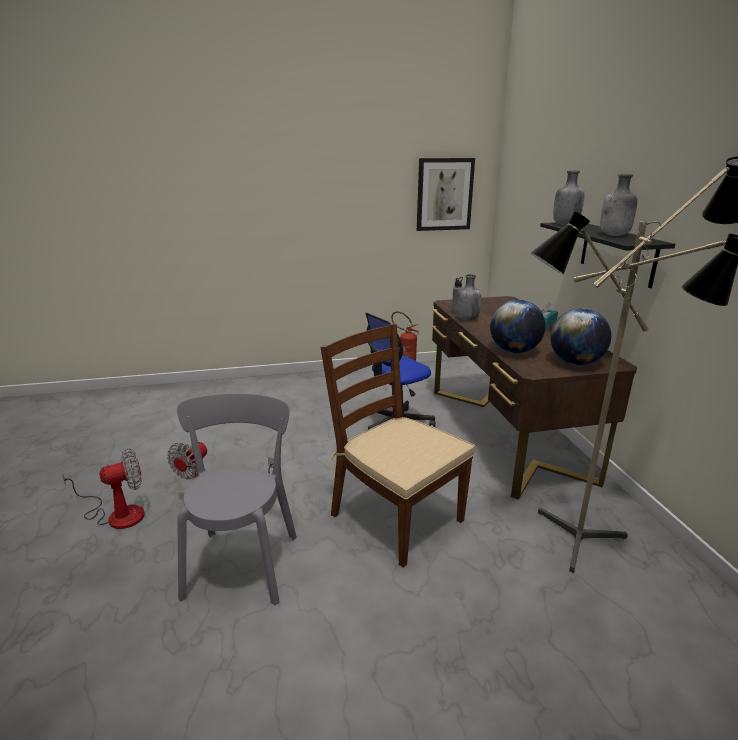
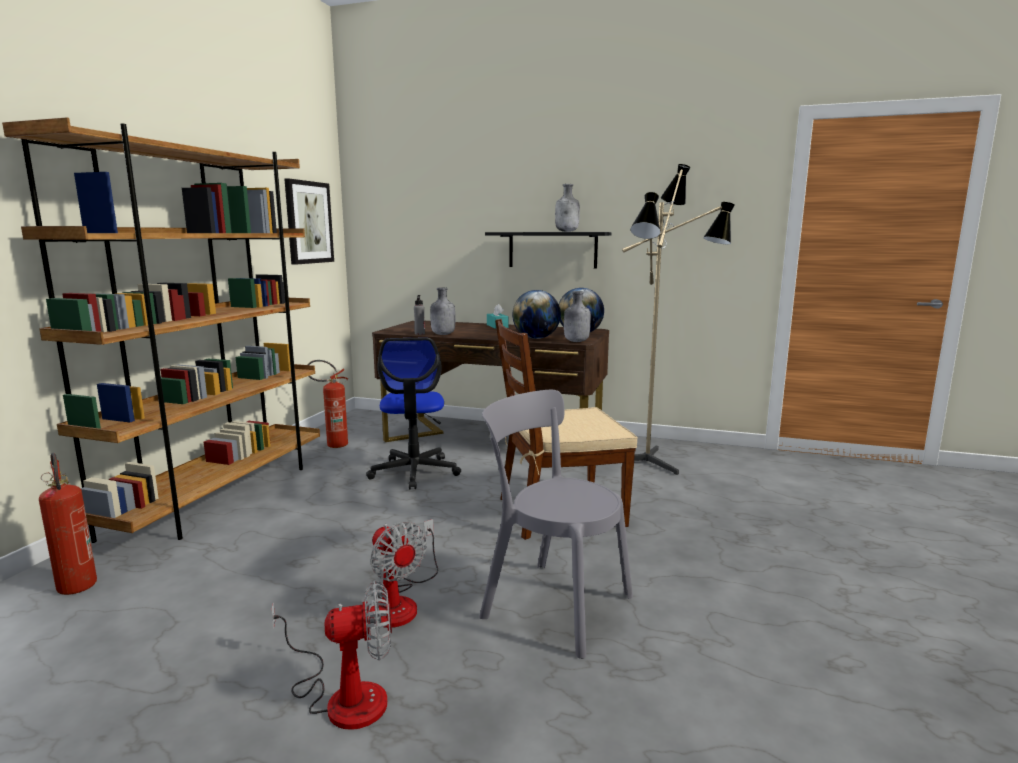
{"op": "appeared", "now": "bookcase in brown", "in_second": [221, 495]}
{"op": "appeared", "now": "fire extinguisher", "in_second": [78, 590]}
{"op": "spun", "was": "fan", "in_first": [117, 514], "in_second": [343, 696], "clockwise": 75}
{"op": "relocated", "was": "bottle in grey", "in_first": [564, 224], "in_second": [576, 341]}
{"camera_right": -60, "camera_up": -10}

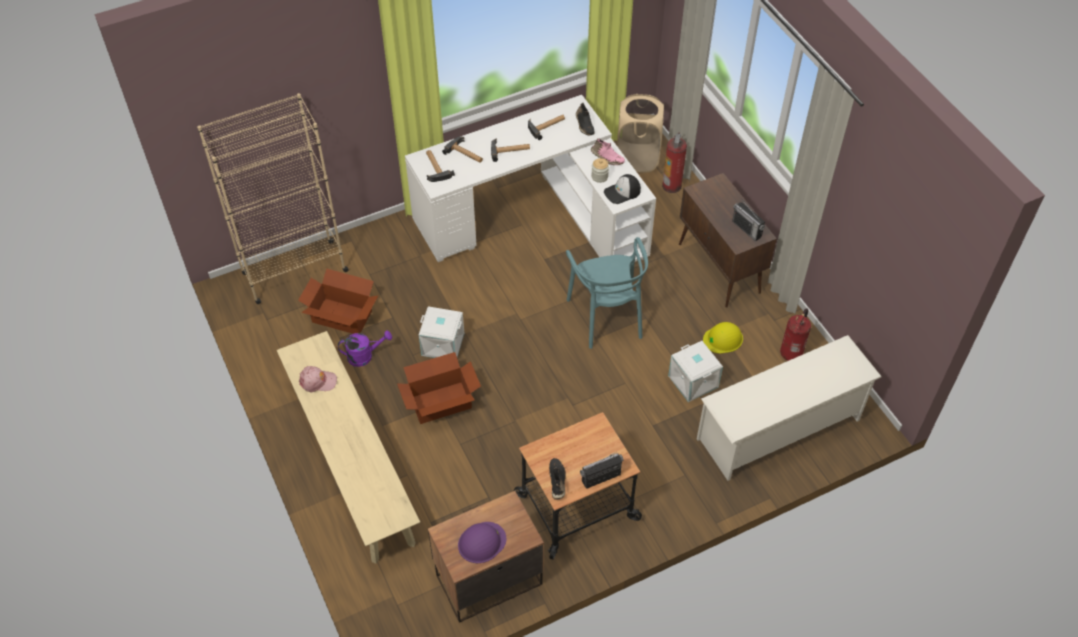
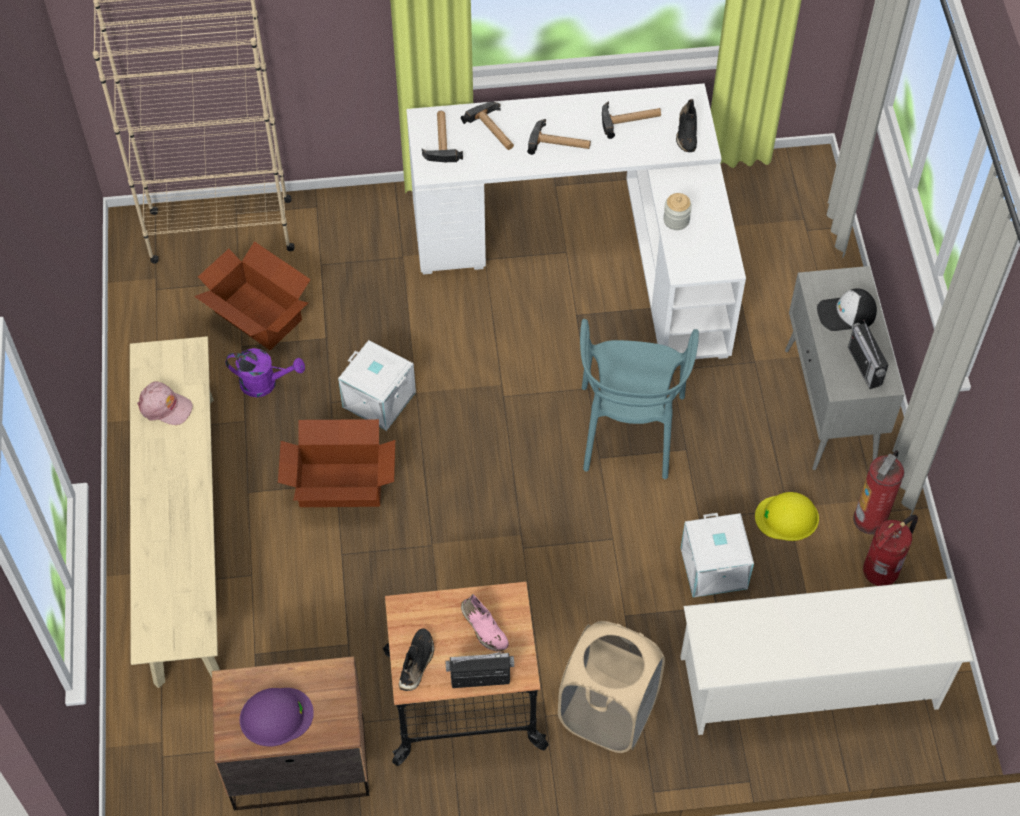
{"op": "relocated", "was": "shoe in pink", "in_first": [607, 158], "in_second": [483, 628]}
{"op": "relocated", "was": "laundry basket in beige", "in_first": [637, 158], "in_second": [607, 713]}
{"op": "colour", "was": "cabinet in brown", "now": "cabinet in grey", "in_first": [719, 269], "in_second": [830, 407]}
{"op": "relocated", "was": "cap", "in_first": [622, 192], "in_second": [846, 314]}
{"op": "relocated", "was": "fire extinguisher", "in_first": [672, 186], "in_second": [870, 520]}
{"camera_right": 20, "camera_up": 5}

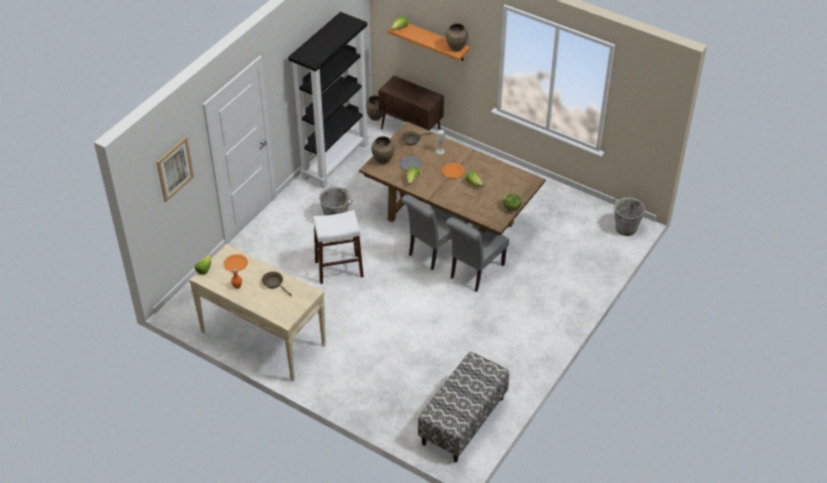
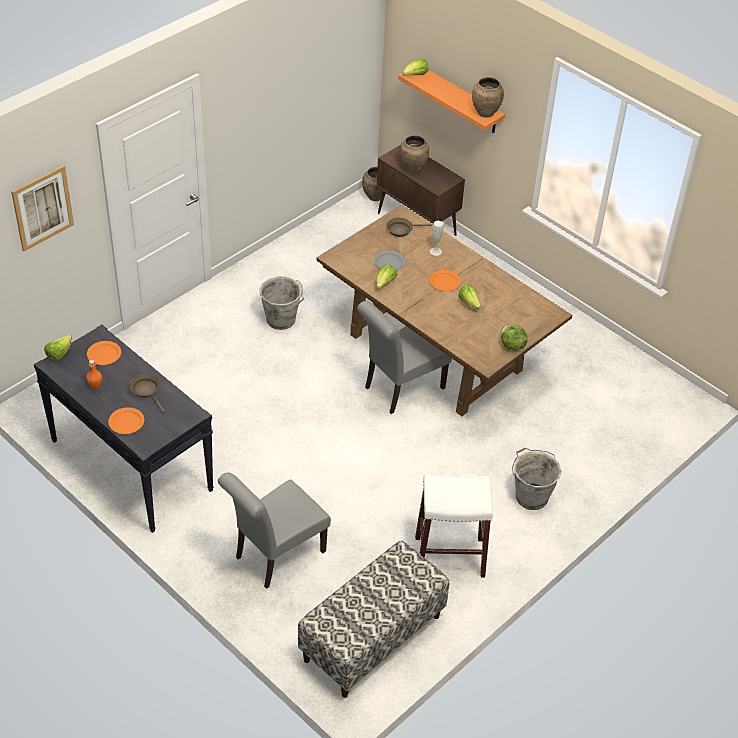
{"op": "colour", "was": "console table in beige", "now": "console table in black", "in_first": [262, 338], "in_second": [130, 465]}
{"op": "appeared", "now": "plate in orange", "in_second": [126, 422]}
{"op": "relocated", "was": "chair in grey", "in_first": [474, 273], "in_second": [275, 556]}
{"op": "relocated", "was": "vase in brown", "in_first": [383, 160], "in_second": [413, 168]}
{"op": "relocated", "was": "stool in white", "in_first": [339, 269], "in_second": [449, 556]}
{"op": "relocated", "was": "bucket in grey", "in_first": [625, 228], "in_second": [531, 496]}
{"op": "missing", "was": "bookcase in black", "in_first": [335, 160]}
{"camera_right": 10, "camera_up": 0}

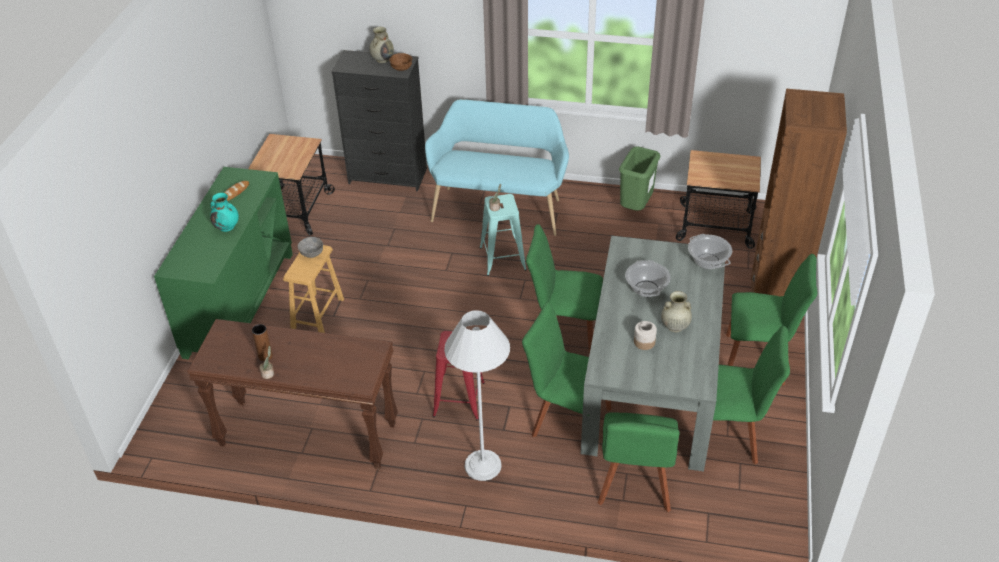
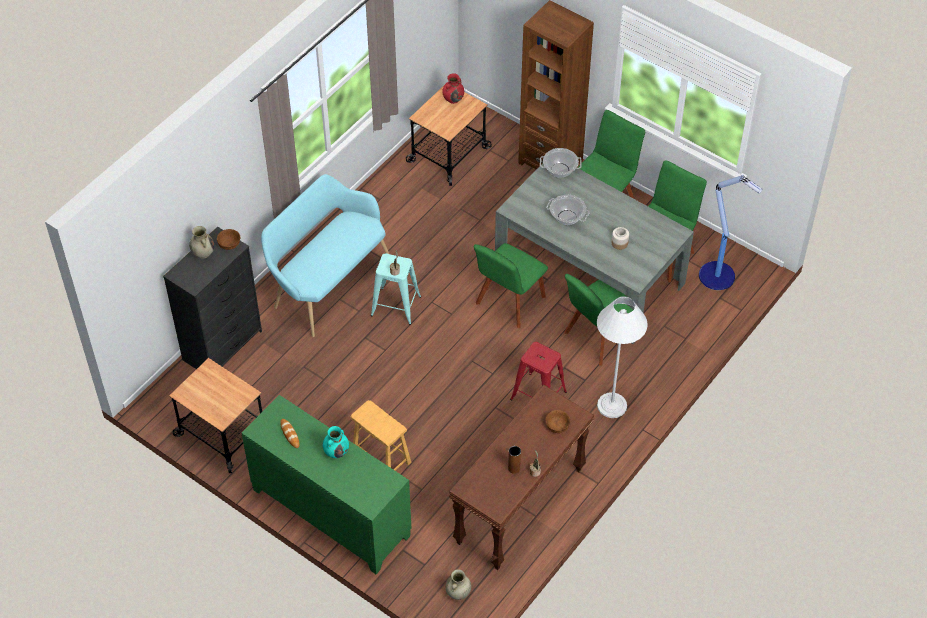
{"op": "appeared", "now": "vase in red", "in_second": [453, 99]}
{"op": "relocated", "was": "vase in beige", "in_first": [674, 326], "in_second": [458, 593]}
{"op": "appeared", "now": "bowl in brown", "in_second": [557, 426]}
{"op": "appeared", "now": "floor lamp", "in_second": [718, 276]}
{"op": "missing", "was": "bowl in grey", "in_first": [311, 253]}
{"op": "missing", "was": "chair in green", "in_first": [635, 486]}
{"op": "missing", "was": "trash can in green", "in_first": [635, 207]}
{"camera_right": -65, "camera_up": 10}

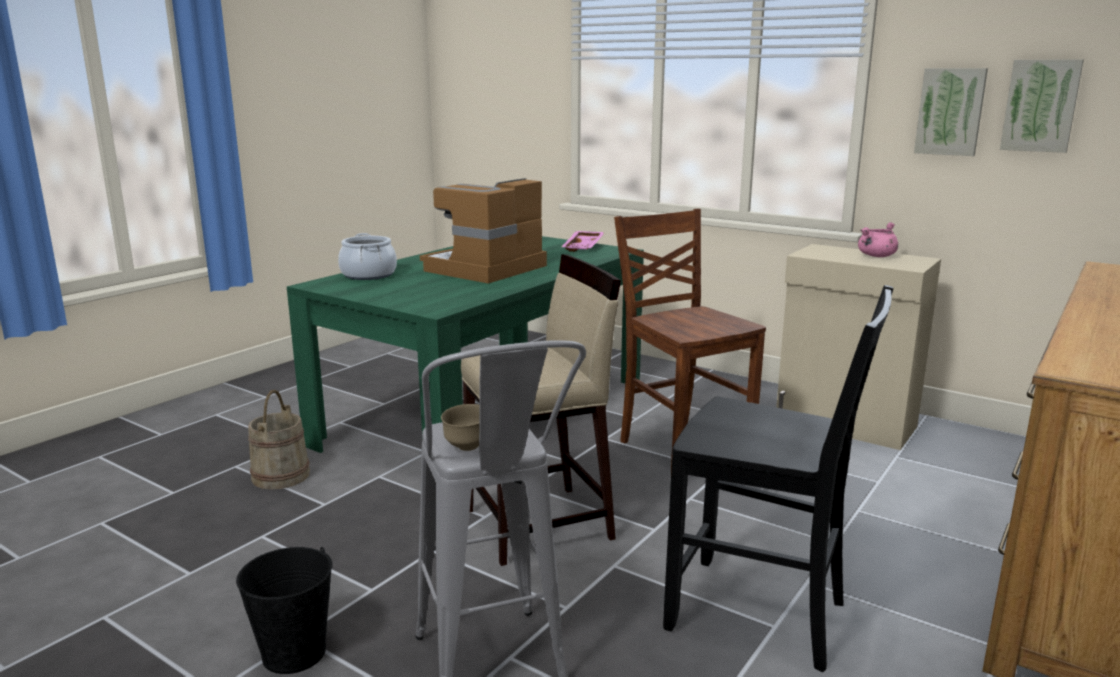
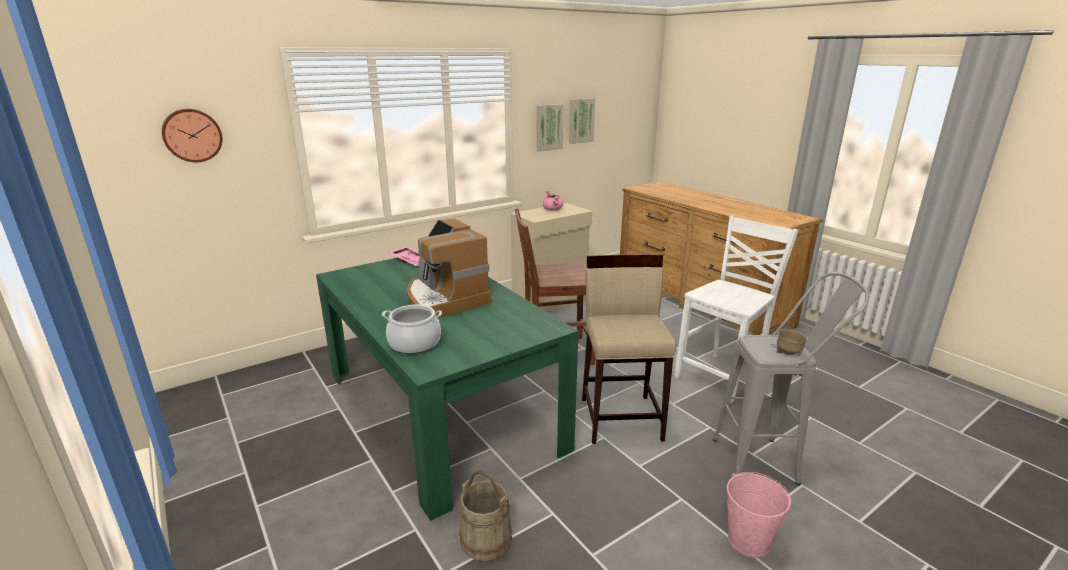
{"op": "appeared", "now": "wall clock", "in_second": [192, 135]}
{"op": "colour", "was": "chair in black", "now": "chair in white", "in_first": [760, 615], "in_second": [722, 376]}
{"op": "colour", "was": "bucket in black", "now": "bucket in pink", "in_first": [293, 653], "in_second": [748, 541]}
{"camera_right": -70, "camera_up": 5}

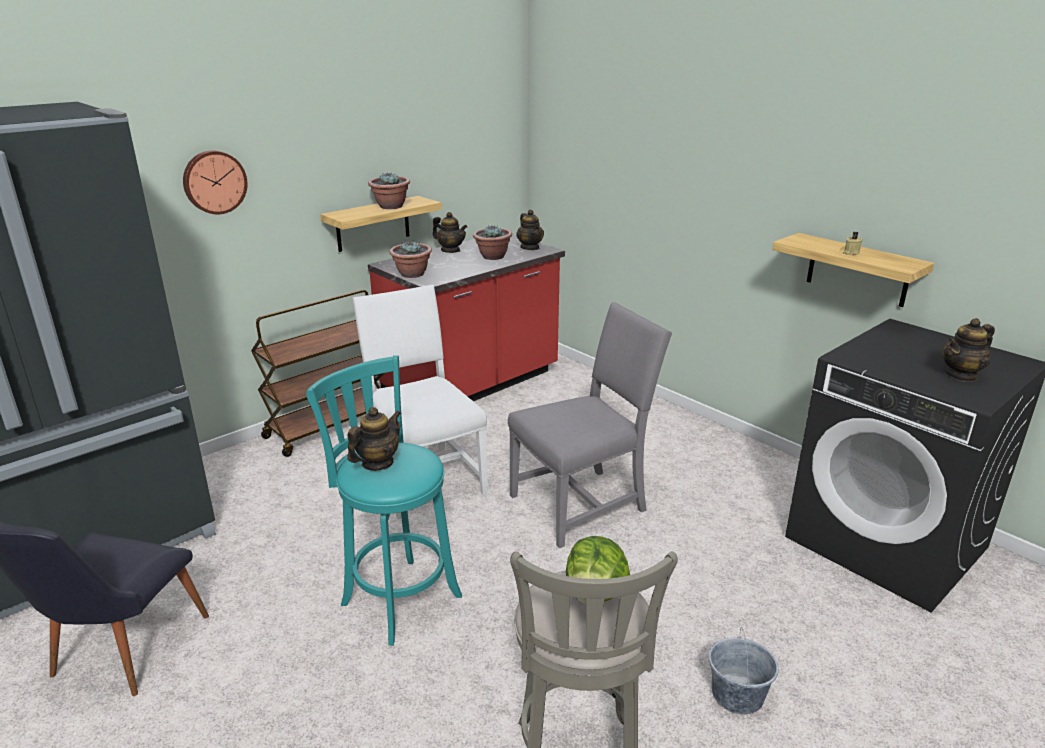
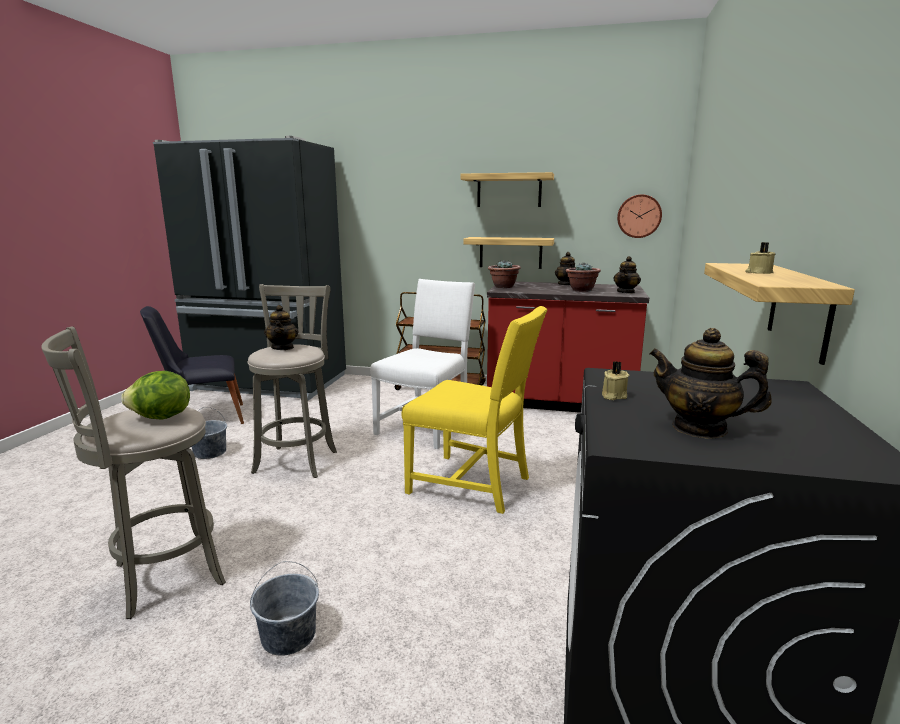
{"op": "appeared", "now": "bucket in grey", "in_second": [209, 453]}
{"op": "colour", "was": "stool in turquoise", "now": "stool in grey", "in_first": [397, 597], "in_second": [297, 460]}
{"op": "spun", "was": "teapot", "in_first": [377, 463], "in_second": [283, 348], "clockwise": 75}
{"op": "colour", "was": "chair in grey", "now": "chair in yellow", "in_first": [582, 503], "in_second": [473, 484]}
{"op": "appeared", "now": "shelf", "in_second": [509, 190]}
{"op": "appeared", "now": "candle in beige", "in_second": [613, 396]}
{"op": "relocated", "was": "wall clock", "in_first": [214, 182], "in_second": [639, 216]}
{"op": "missing", "was": "potted plant", "in_first": [391, 206]}
{"camera_right": 55, "camera_up": -10}

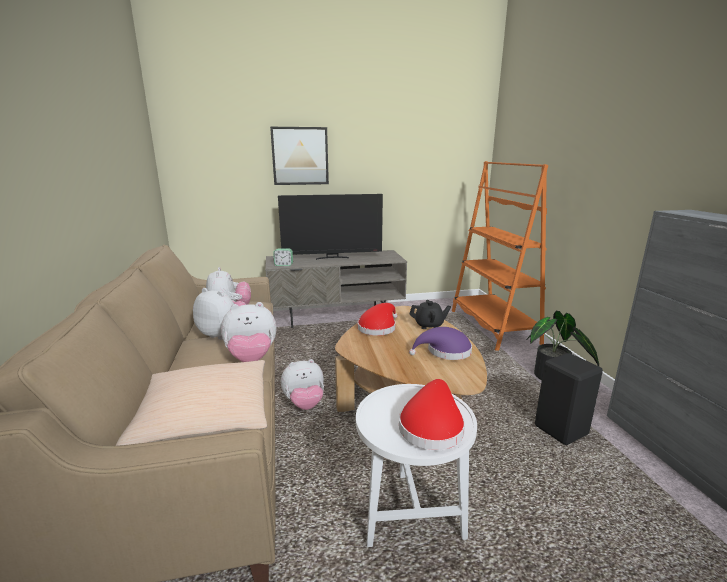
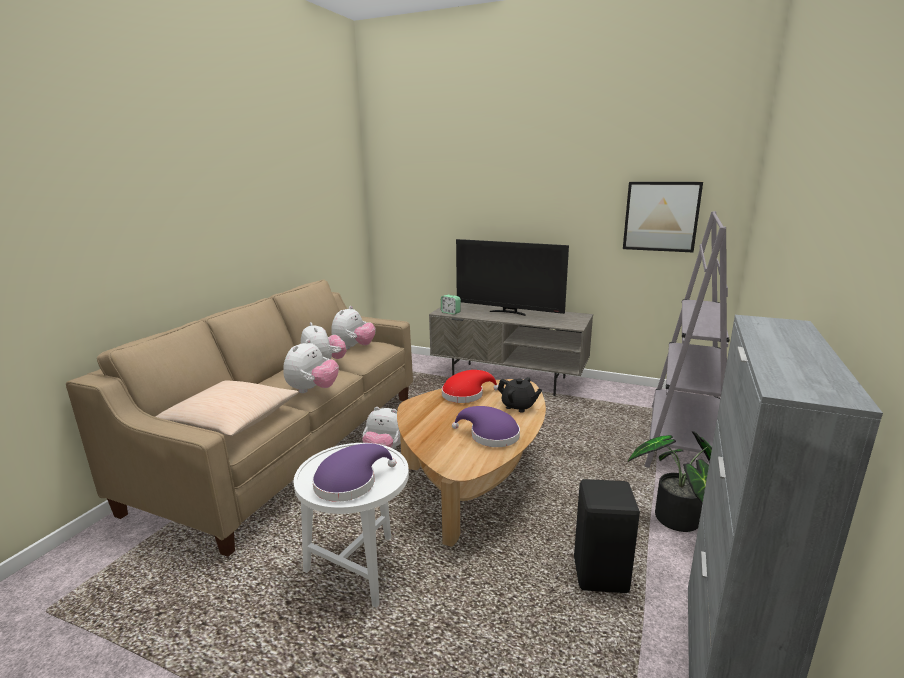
{"op": "spun", "was": "plush toy", "in_first": [251, 359], "in_second": [312, 390], "clockwise": -90}
{"op": "colour", "was": "hat in red", "now": "hat in purple", "in_first": [431, 426], "in_second": [350, 482]}
{"op": "relocated", "was": "picture", "in_first": [300, 156], "in_second": [661, 216]}
{"op": "colour", "was": "bookcase in orange", "now": "bookcase in grey", "in_first": [493, 326], "in_second": [684, 439]}
{"camera_right": 35, "camera_up": 0}

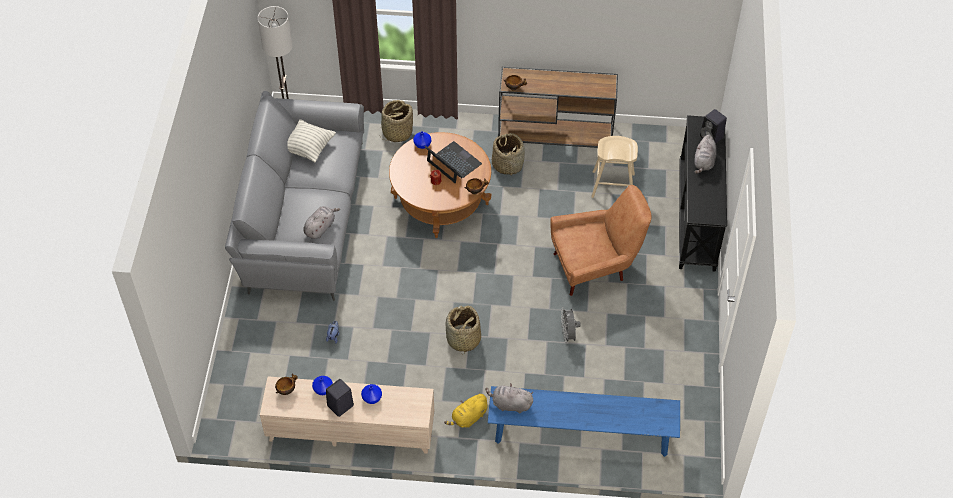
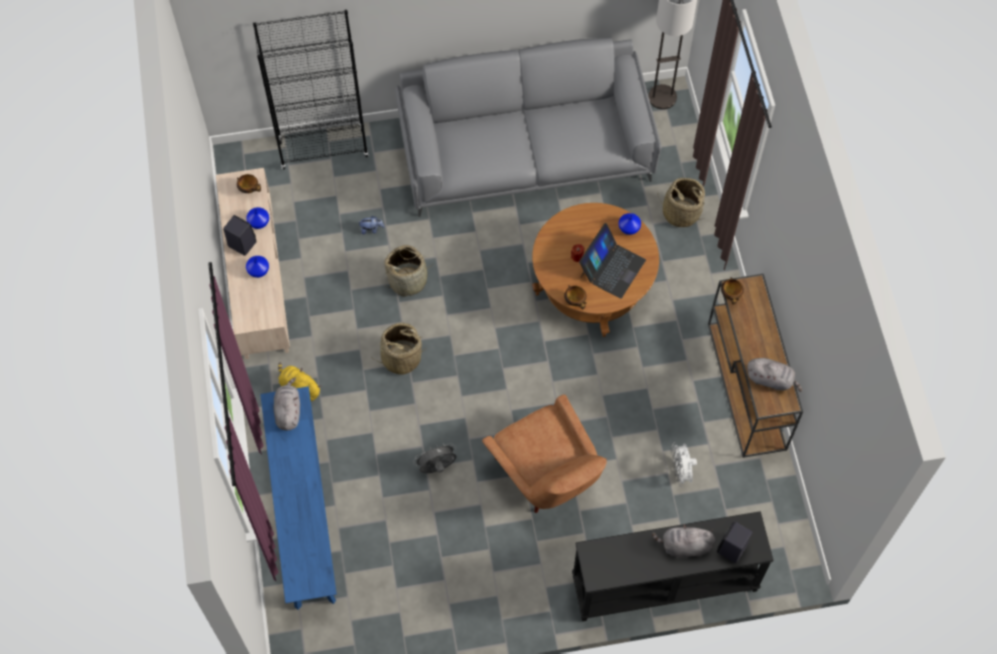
{"op": "appeared", "now": "bookcase in black", "in_second": [323, 148]}
{"op": "relocated", "was": "basket", "in_first": [507, 164], "in_second": [408, 280]}
{"op": "exchanged", "was": "stool in beige", "now": "fan in white", "in_first": [613, 185], "in_second": [681, 472]}
{"op": "relocated", "was": "plush toy in grey", "in_first": [320, 228], "in_second": [771, 380]}
{"op": "missing", "was": "pillow", "in_first": [308, 148]}
{"camera_right": 75, "camera_up": 10}

